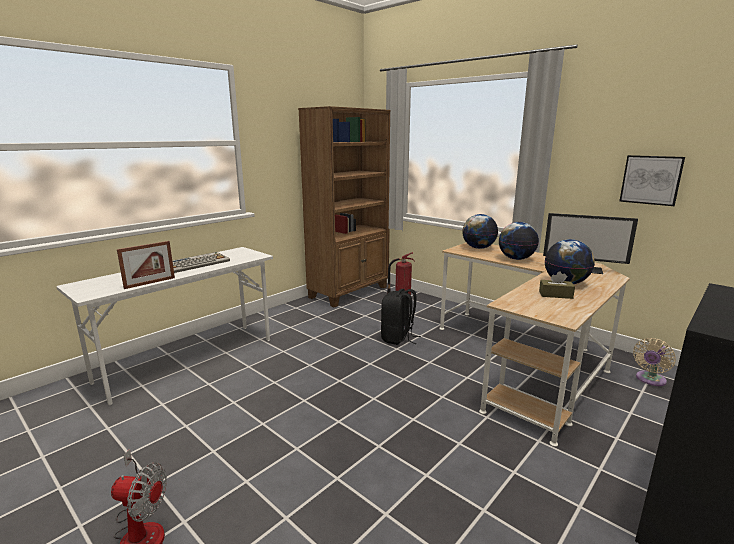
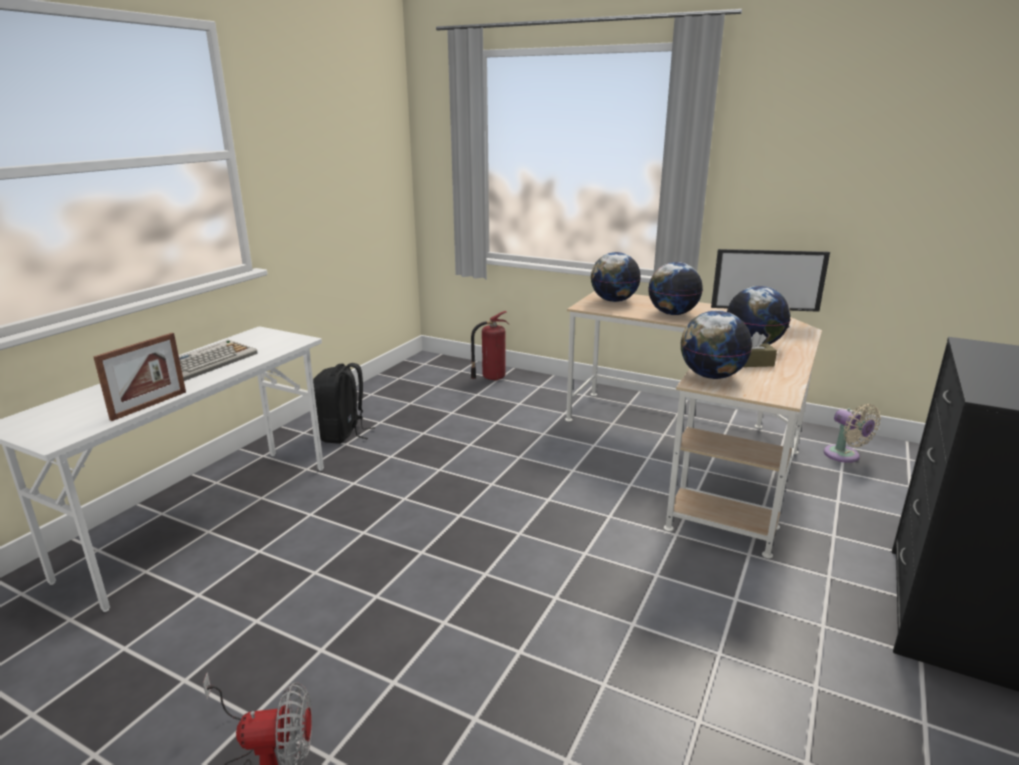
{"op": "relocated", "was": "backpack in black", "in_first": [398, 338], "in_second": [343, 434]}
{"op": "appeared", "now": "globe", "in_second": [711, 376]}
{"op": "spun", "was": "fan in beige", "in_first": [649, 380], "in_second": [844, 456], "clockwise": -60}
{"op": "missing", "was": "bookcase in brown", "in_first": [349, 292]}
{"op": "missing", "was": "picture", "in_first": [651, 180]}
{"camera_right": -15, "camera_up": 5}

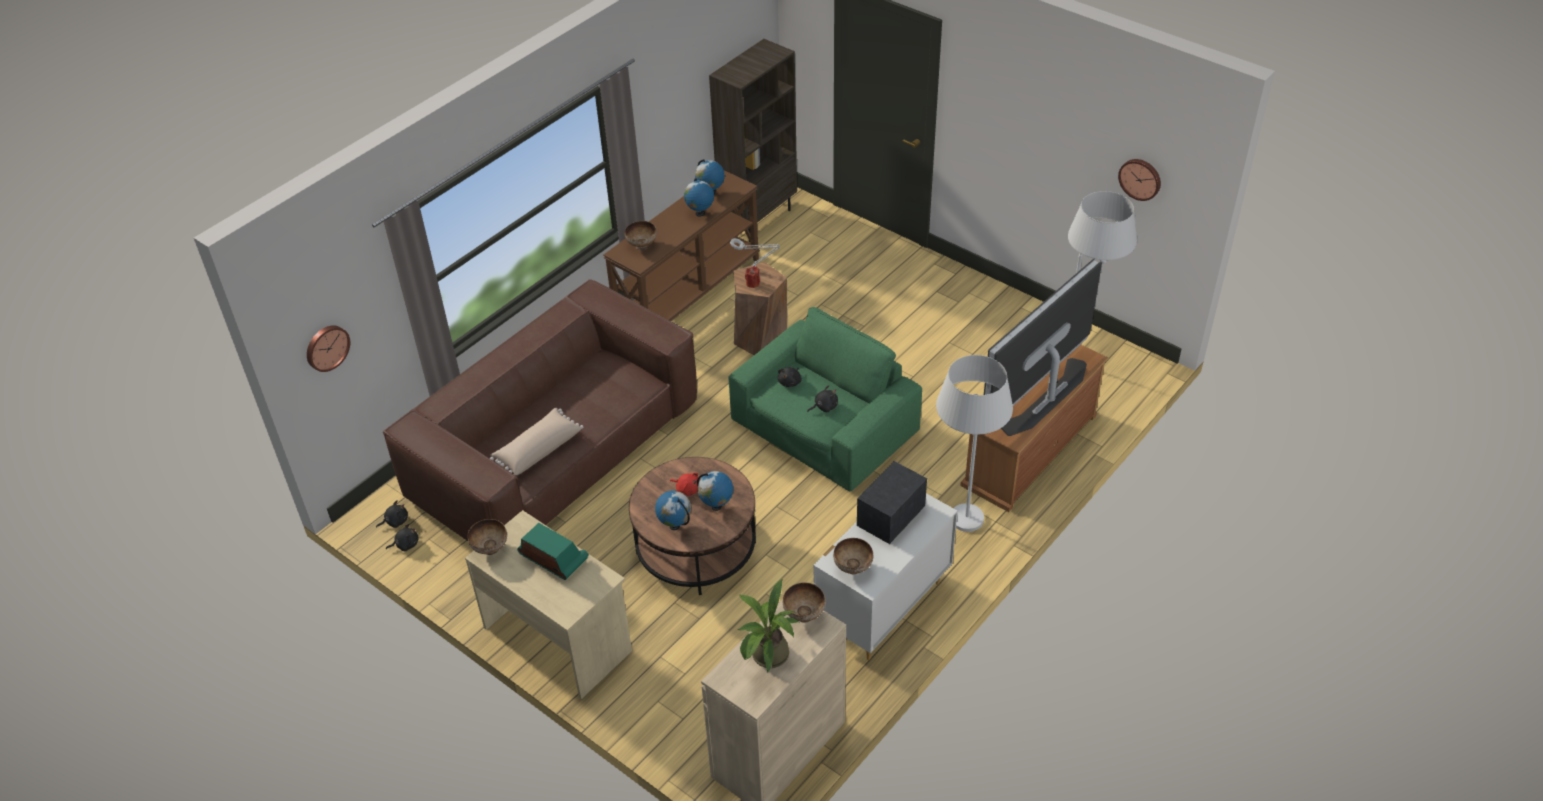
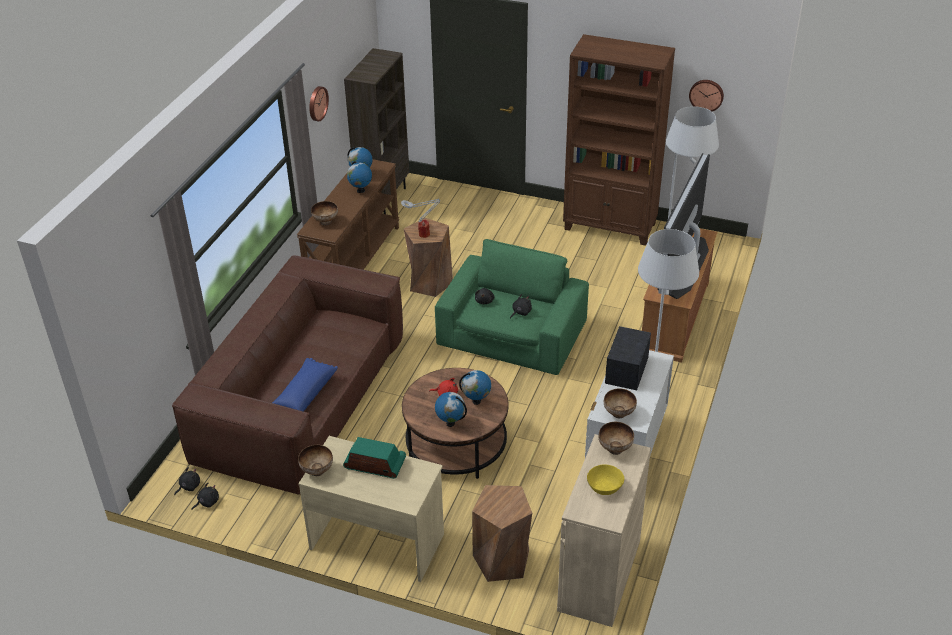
{"op": "colour", "was": "pillow in beige", "now": "pillow in blue", "in_first": [537, 449], "in_second": [304, 394]}
{"op": "relocated", "was": "wall clock", "in_first": [326, 347], "in_second": [317, 103]}
{"op": "appeared", "now": "stool in brown", "in_second": [502, 560]}
{"op": "appeared", "now": "bookcase in brown", "in_second": [610, 227]}
{"op": "exchanged", "was": "potted plant", "now": "bowl in yellow", "in_first": [767, 658], "in_second": [604, 487]}
{"camera_right": -20, "camera_up": -5}

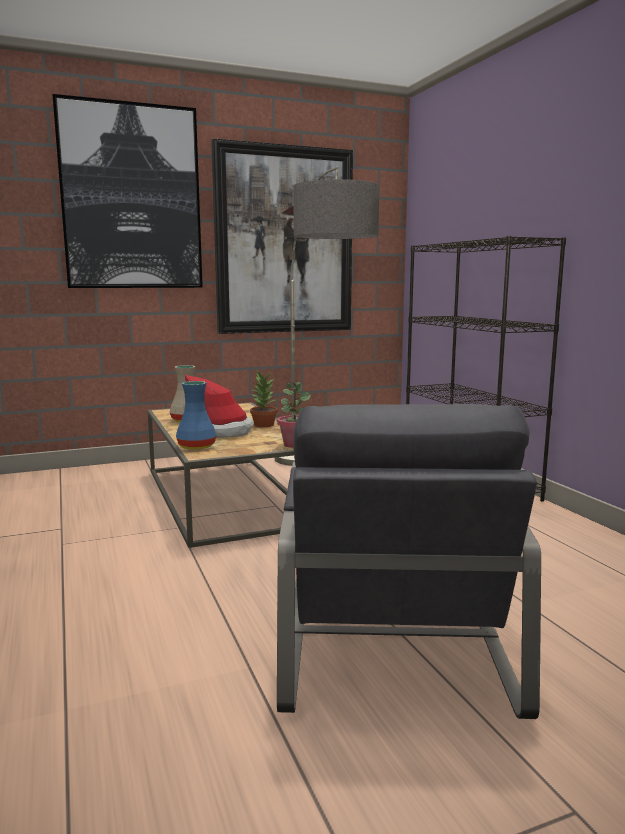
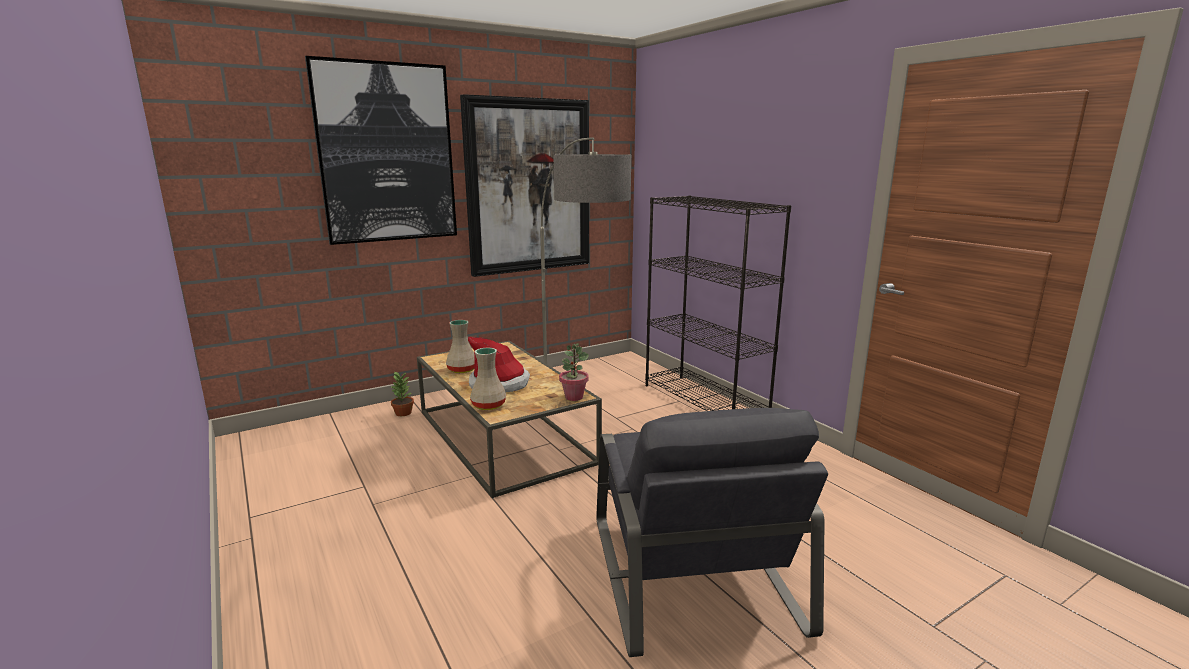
{"op": "relocated", "was": "potted plant", "in_first": [263, 425], "in_second": [403, 413]}
{"op": "colour", "was": "vase in blue", "now": "vase in beige", "in_first": [196, 447], "in_second": [488, 406]}
{"camera_right": -10, "camera_up": 5}

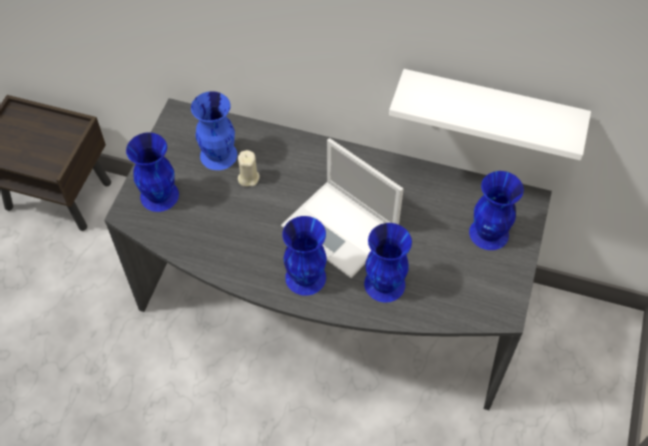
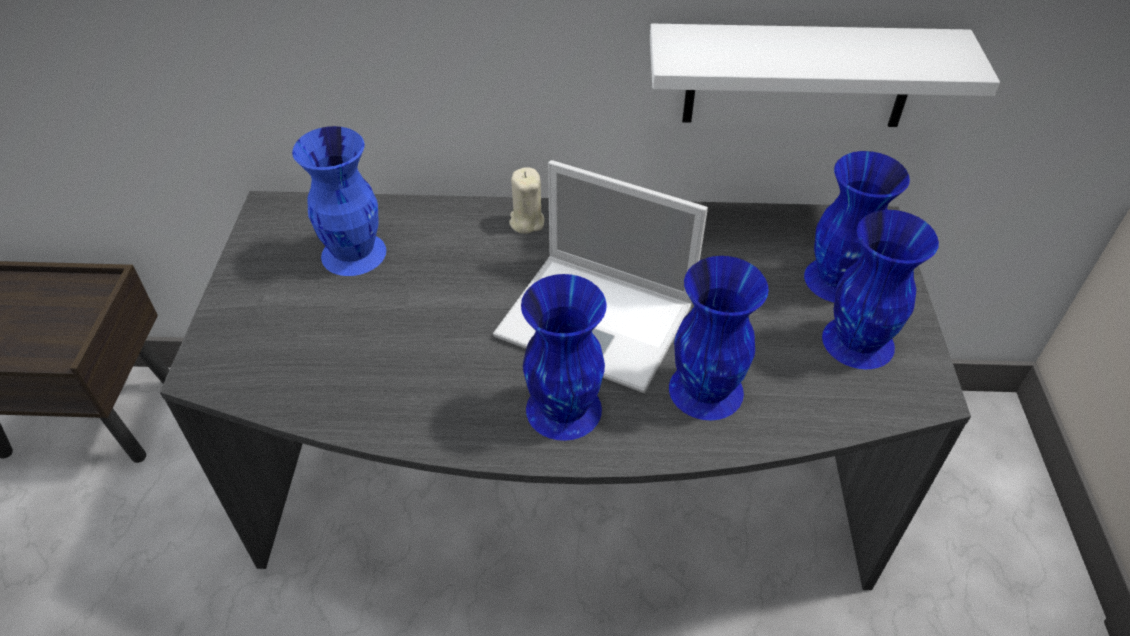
{"op": "relocated", "was": "candle in beige", "in_first": [248, 178], "in_second": [526, 222]}
{"op": "relocated", "was": "vase in blue", "in_first": [160, 195], "in_second": [859, 341]}
{"camera_right": -15, "camera_up": -10}

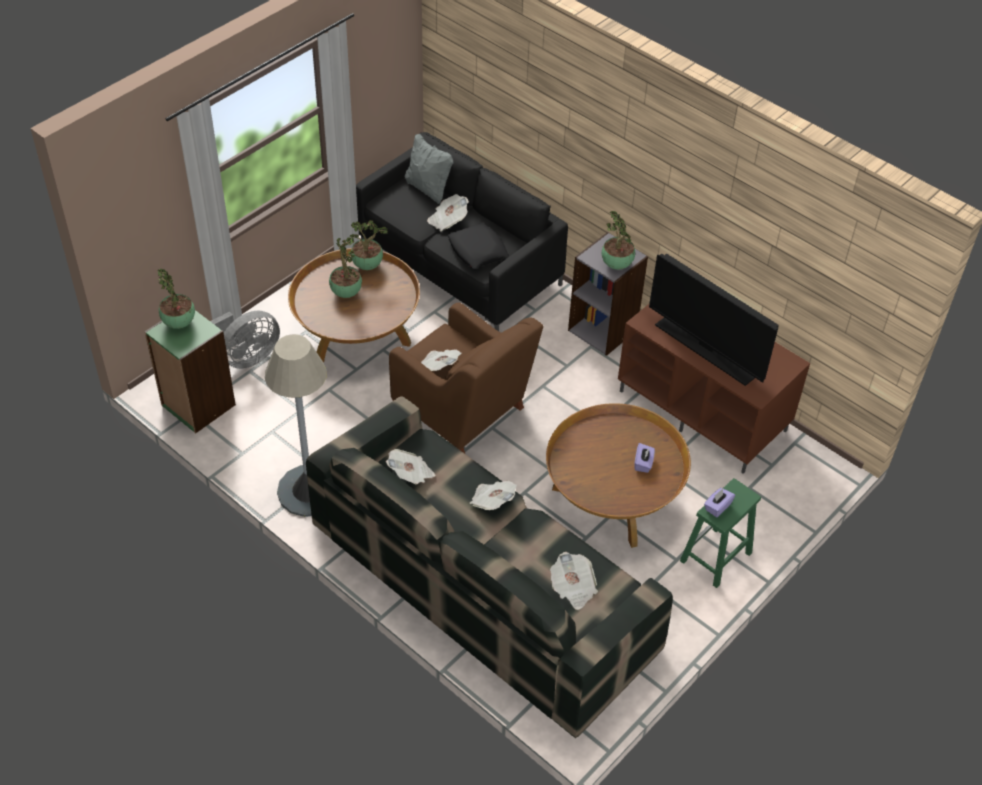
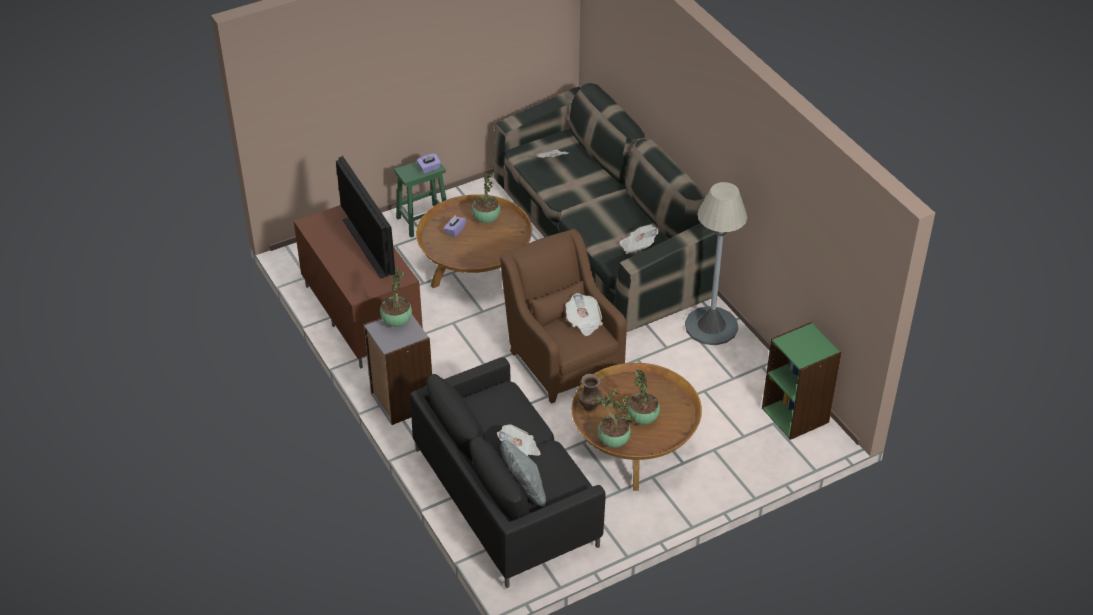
{"op": "relocated", "was": "potted plant", "in_first": [179, 323], "in_second": [486, 219]}
{"op": "appeared", "now": "vase in brown", "in_second": [589, 406]}
{"op": "missing", "was": "fan in grey", "in_first": [246, 358]}
{"op": "missing", "was": "pillow in black", "in_first": [478, 250]}
{"op": "missing", "was": "newspaper", "in_first": [492, 501]}
{"camera_right": -160, "camera_up": -5}

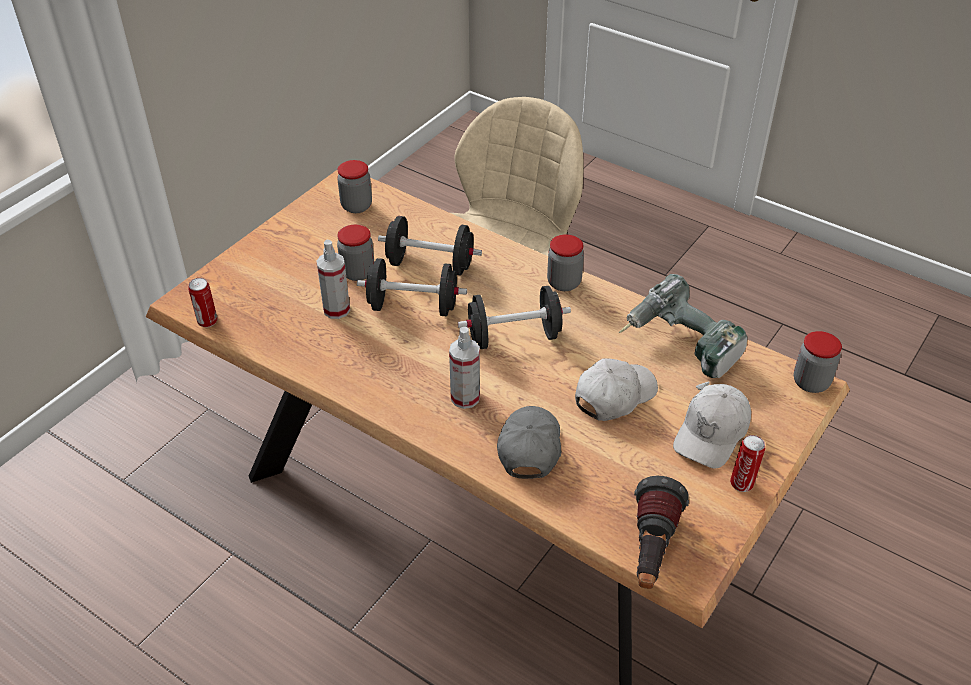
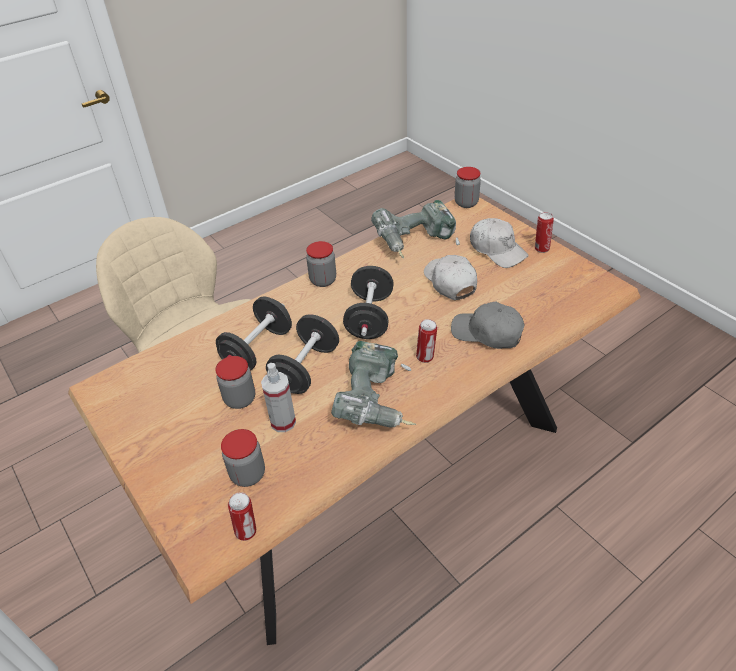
{"op": "relocated", "was": "jar", "in_first": [356, 206], "in_second": [248, 474]}
{"op": "appeared", "now": "power drill", "in_second": [377, 401]}
{"op": "exchanged", "was": "spray bottle", "now": "can", "in_first": [465, 398], "in_second": [426, 357]}
{"op": "missing", "was": "flashlight", "in_first": [651, 551]}
{"camera_right": -70, "camera_up": 0}

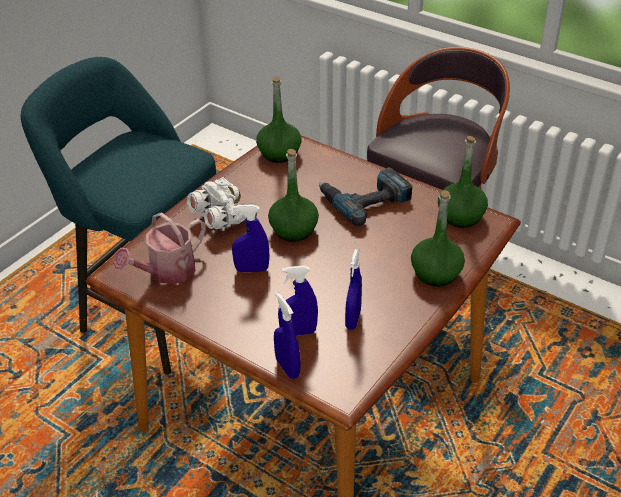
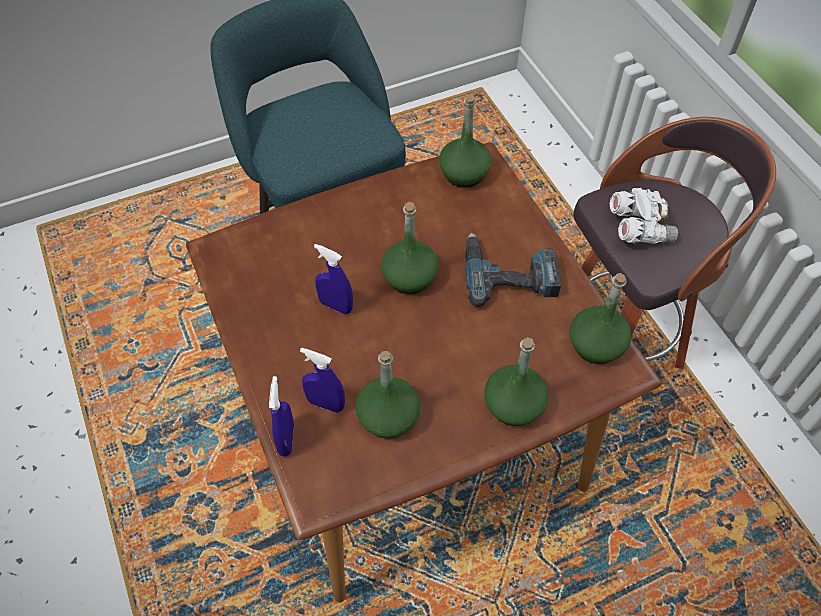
{"op": "exchanged", "was": "spray bottle in blue", "now": "bottle in green", "in_first": [353, 319], "in_second": [388, 417]}
{"op": "relocated", "was": "binoculars in white", "in_first": [222, 218], "in_second": [638, 228]}
{"op": "missing", "was": "watering can", "in_first": [167, 272]}
{"camera_right": 30, "camera_up": 15}

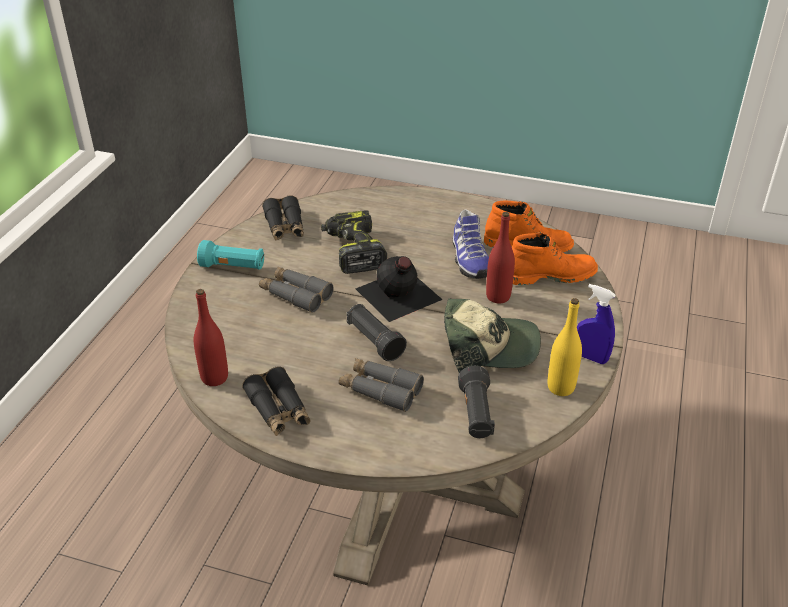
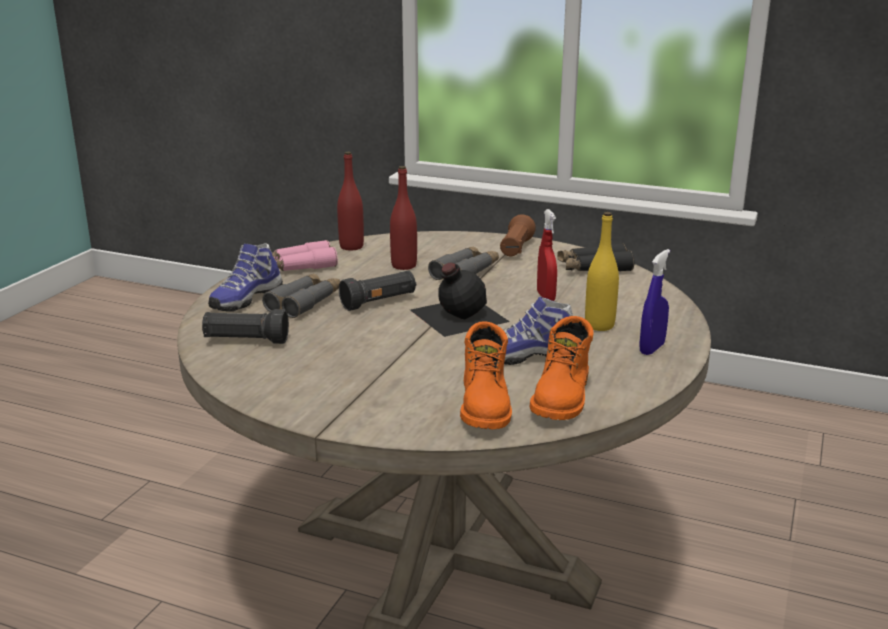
{"op": "appeared", "now": "shoe", "in_second": [245, 298]}
{"op": "colour", "was": "binoculars in black", "now": "binoculars in pink", "in_first": [278, 410], "in_second": [299, 267]}
{"op": "relocated", "was": "bottle in red", "in_first": [498, 296], "in_second": [404, 266]}
{"op": "colour", "was": "flashlight in turquoise", "now": "flashlight in brown", "in_first": [233, 267], "in_second": [516, 249]}
{"op": "exchanged", "was": "power drill", "now": "spray bottle in red", "in_first": [353, 251], "in_second": [546, 297]}
{"op": "relocated", "was": "bottle in yellow", "in_first": [560, 387], "in_second": [599, 325]}
{"op": "relocated", "was": "spray bottle in blue", "in_first": [590, 357], "in_second": [652, 348]}
{"op": "missing", "was": "cap", "in_first": [489, 346]}
{"camera_right": 95, "camera_up": -15}

